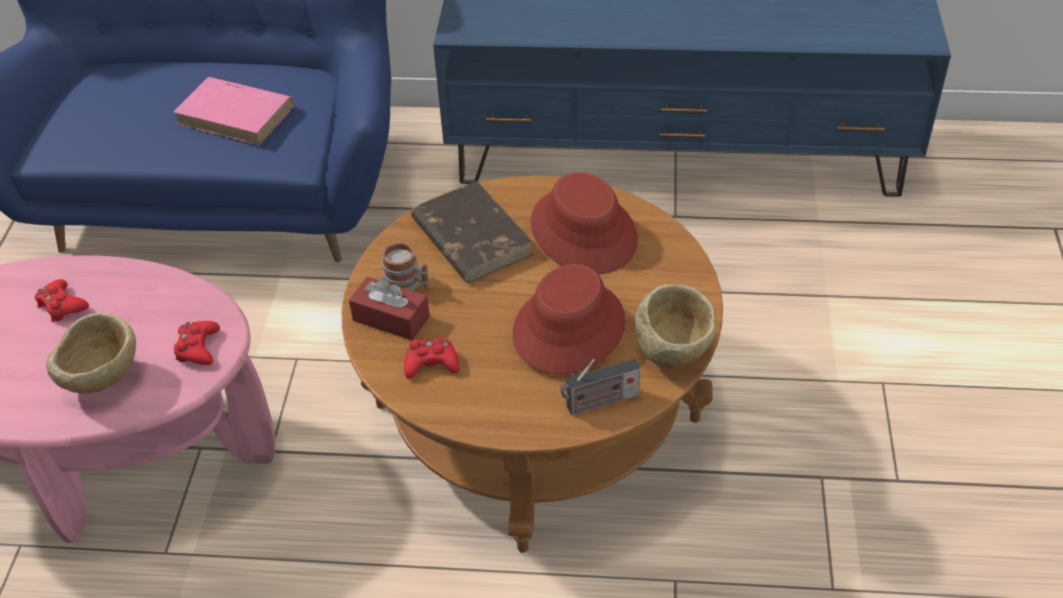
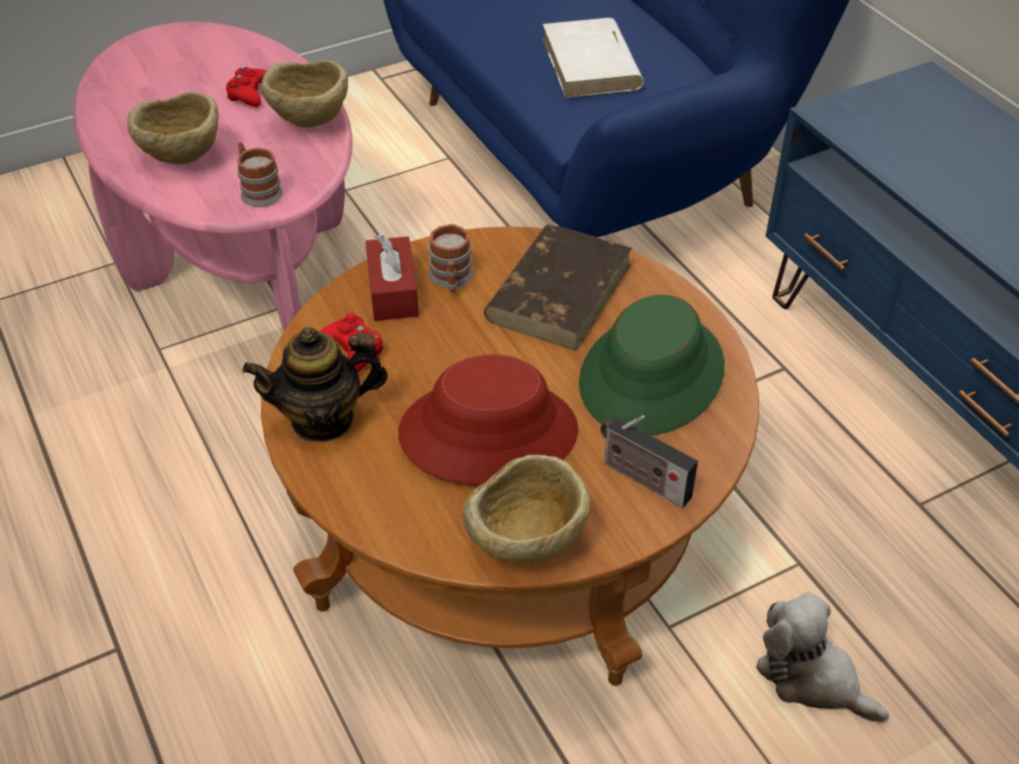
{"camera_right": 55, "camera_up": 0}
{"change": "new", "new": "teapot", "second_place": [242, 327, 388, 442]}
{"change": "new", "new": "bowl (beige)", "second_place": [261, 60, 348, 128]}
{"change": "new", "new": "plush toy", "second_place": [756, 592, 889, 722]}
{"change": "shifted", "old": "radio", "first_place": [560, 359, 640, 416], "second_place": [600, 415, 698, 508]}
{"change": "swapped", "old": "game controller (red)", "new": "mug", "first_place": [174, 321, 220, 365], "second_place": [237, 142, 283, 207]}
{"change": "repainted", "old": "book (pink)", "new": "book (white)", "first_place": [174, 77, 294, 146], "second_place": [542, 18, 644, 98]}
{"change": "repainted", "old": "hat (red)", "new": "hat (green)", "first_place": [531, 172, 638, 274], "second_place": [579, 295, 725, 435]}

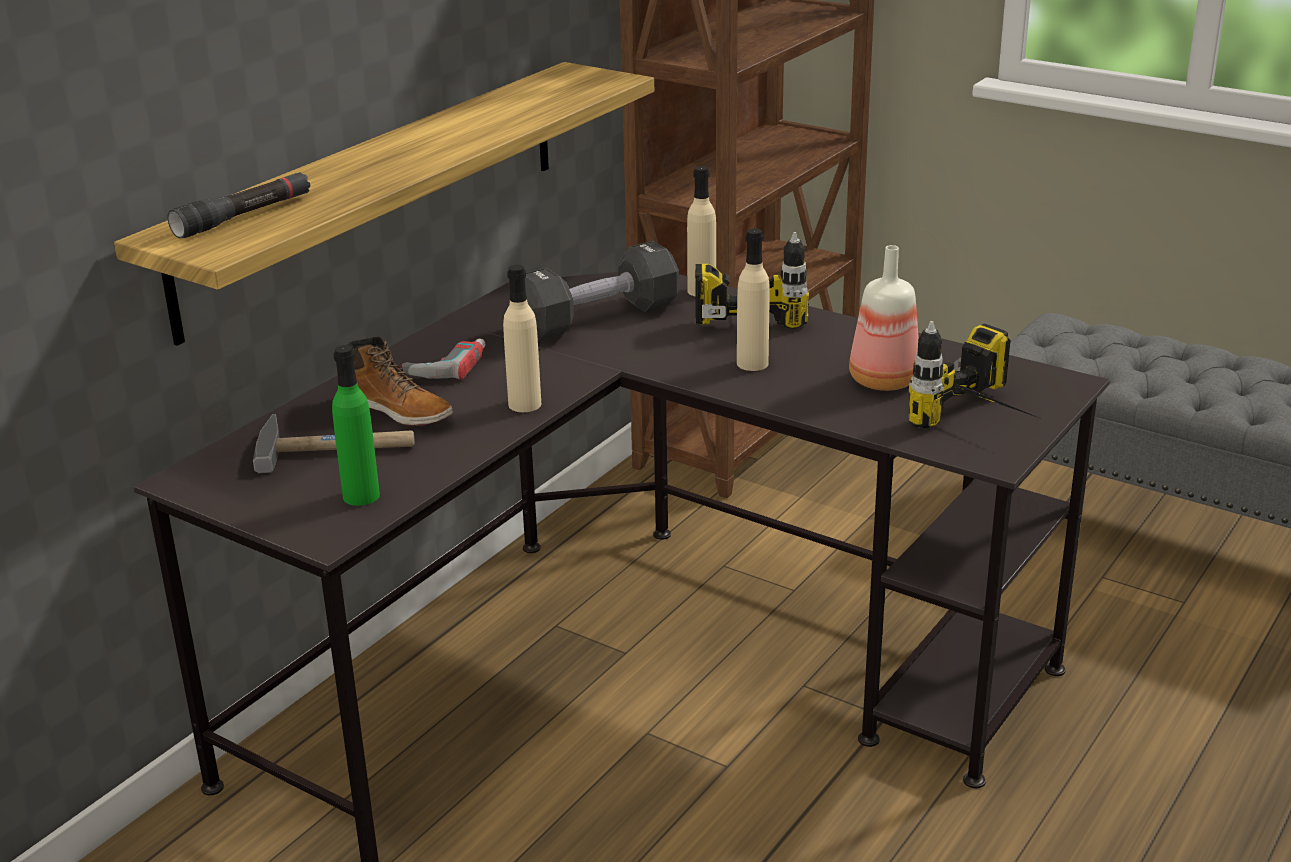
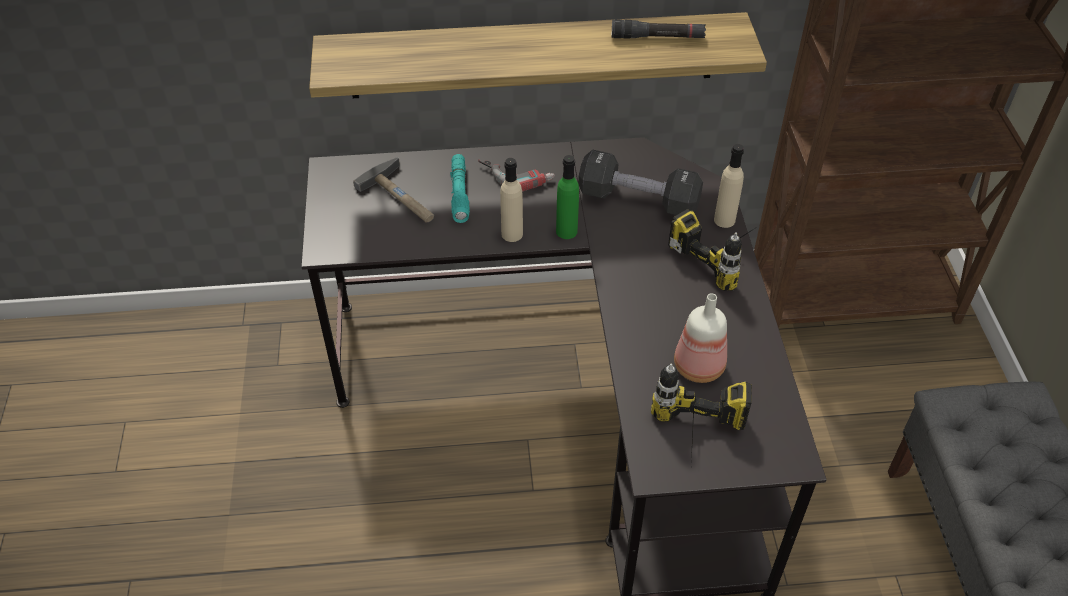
{"camera_right": 50, "camera_up": 20}
{"change": "gone", "old": "bottle (beige)", "first_place": [737, 228, 770, 371]}
{"change": "shifted", "old": "flashlight (black)", "first_place": [167, 172, 310, 239], "second_place": [612, 19, 706, 39]}
{"change": "shifted", "old": "bottle (green)", "first_place": [332, 345, 380, 506], "second_place": [556, 155, 579, 239]}
{"change": "swapped", "old": "boot", "new": "flashlight (turquoise)", "first_place": [347, 337, 453, 426], "second_place": [450, 154, 470, 223]}

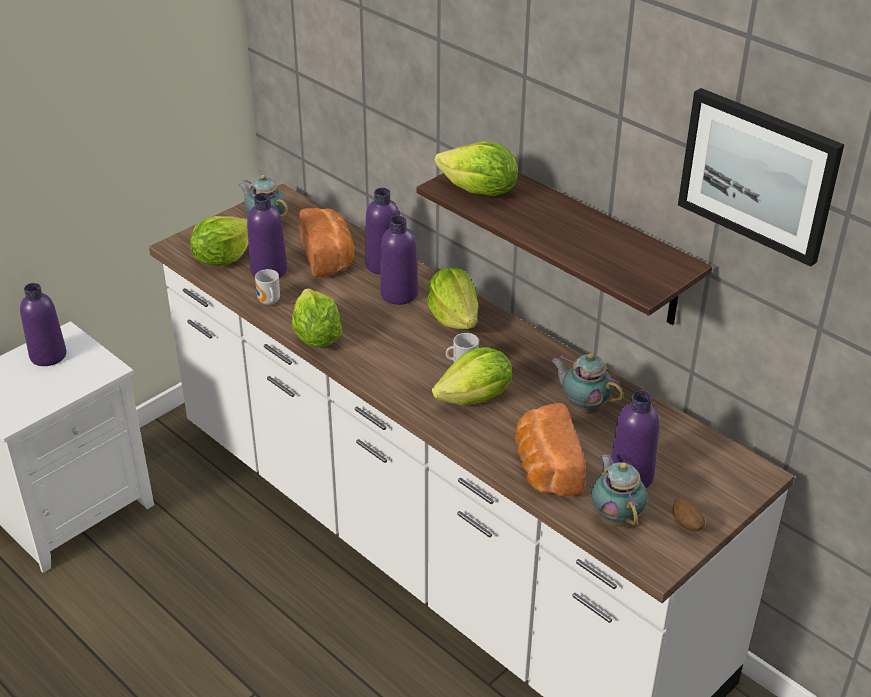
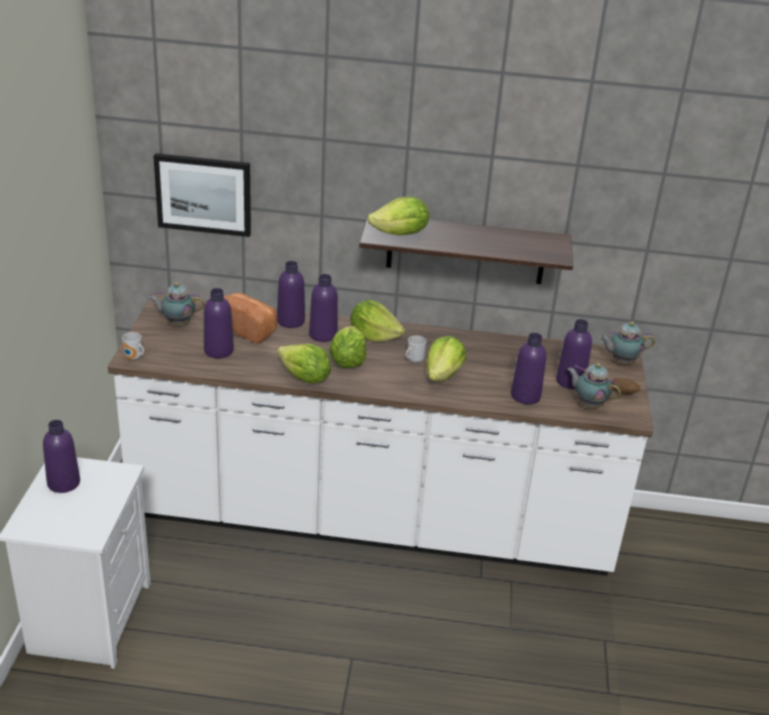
{"camera_right": -40, "camera_up": -5}
{"change": "shifted", "old": "lettuce", "first_place": [190, 216, 248, 266], "second_place": [329, 326, 367, 368]}
{"change": "shifted", "old": "mug", "first_place": [255, 269, 280, 305], "second_place": [122, 332, 144, 361]}
{"change": "shifted", "old": "teapot", "first_place": [551, 353, 624, 414], "second_place": [599, 321, 655, 364]}
{"change": "shifted", "old": "picture", "first_place": [678, 88, 844, 267], "second_place": [153, 153, 251, 237]}
{"change": "swapped", "old": "bread", "new": "bottle (purple)", "first_place": [515, 403, 586, 496], "second_place": [511, 333, 546, 404]}

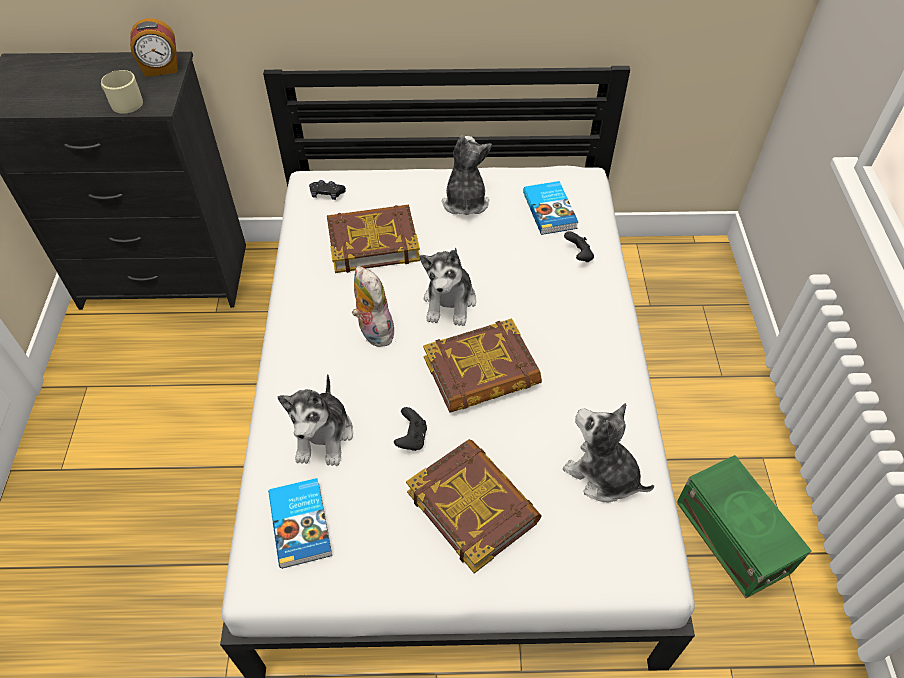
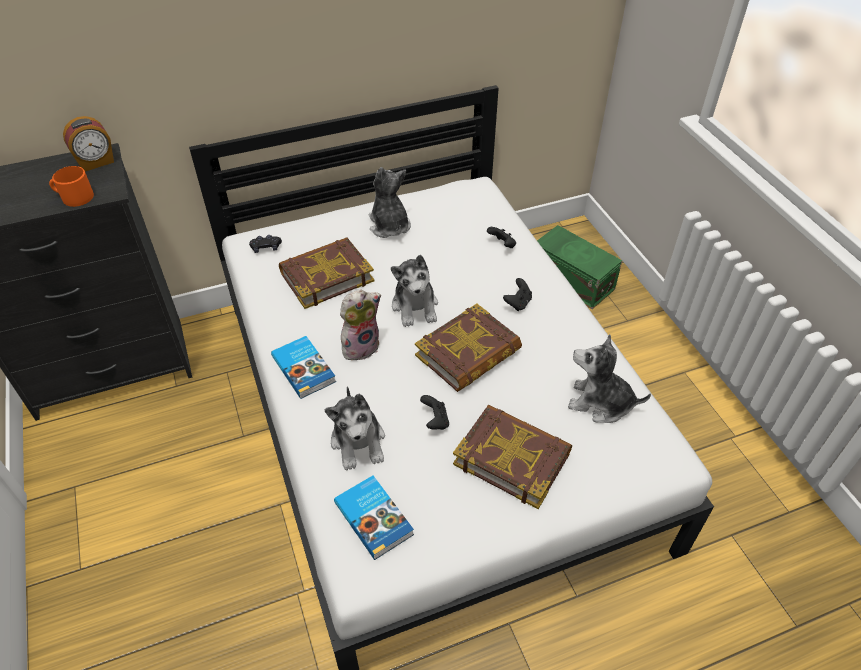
{"camera_right": -20, "camera_up": -5}
{"change": "new", "new": "game controller (black)", "second_place": [503, 278, 532, 311]}
{"change": "shifted", "old": "book", "first_place": [523, 181, 578, 235], "second_place": [271, 336, 336, 399]}
{"change": "shifted", "old": "storage box (green)", "first_place": [676, 455, 812, 598], "second_place": [537, 225, 622, 309]}
{"change": "repainted", "old": "mug (beige)", "new": "mug (orange)", "first_place": [101, 70, 143, 114], "second_place": [49, 166, 94, 207]}
{"change": "rotated", "old": "plush toy", "first_place": [352, 266, 394, 347], "second_place": [340, 289, 381, 360], "degrees": 105}

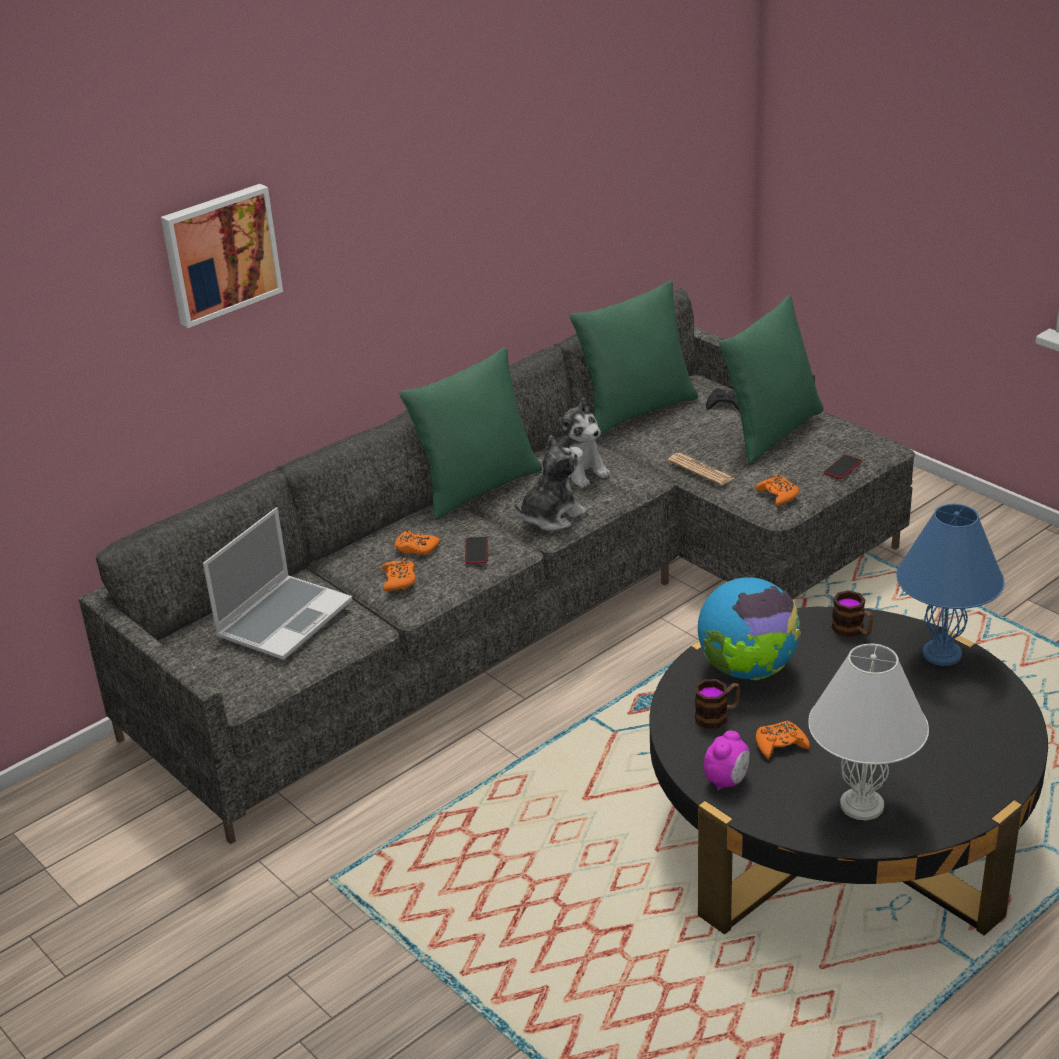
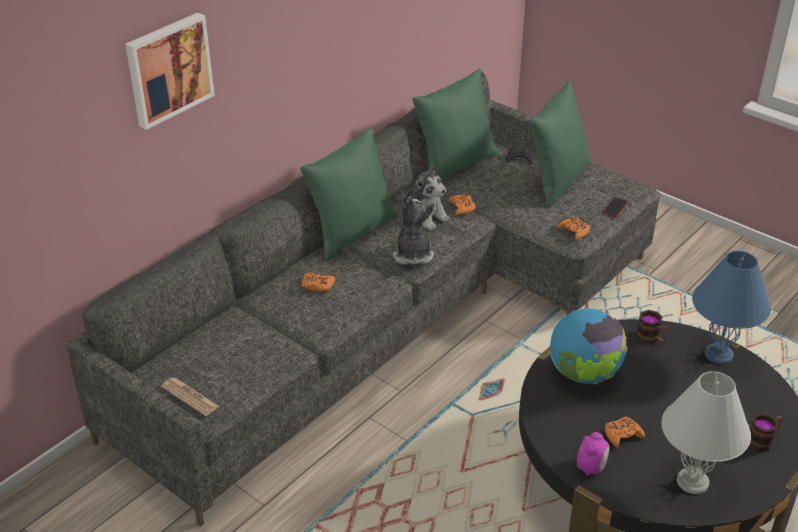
{"camera_right": -10, "camera_up": 5}
{"change": "gone", "old": "laptop", "first_place": [203, 507, 352, 660]}
{"change": "gone", "old": "phone", "first_place": [465, 537, 488, 564]}
{"change": "shifted", "old": "game controller (orange)", "first_place": [382, 558, 416, 591], "second_place": [448, 193, 476, 215]}
{"change": "shifted", "old": "newspaper", "first_place": [668, 453, 734, 486], "second_place": [161, 378, 219, 416]}
{"change": "shifted", "old": "mug", "first_place": [695, 679, 740, 729], "second_place": [749, 413, 782, 452]}
{"change": "rotated", "old": "plush toy", "first_place": [514, 435, 587, 531], "second_place": [393, 196, 435, 265], "degrees": -45}

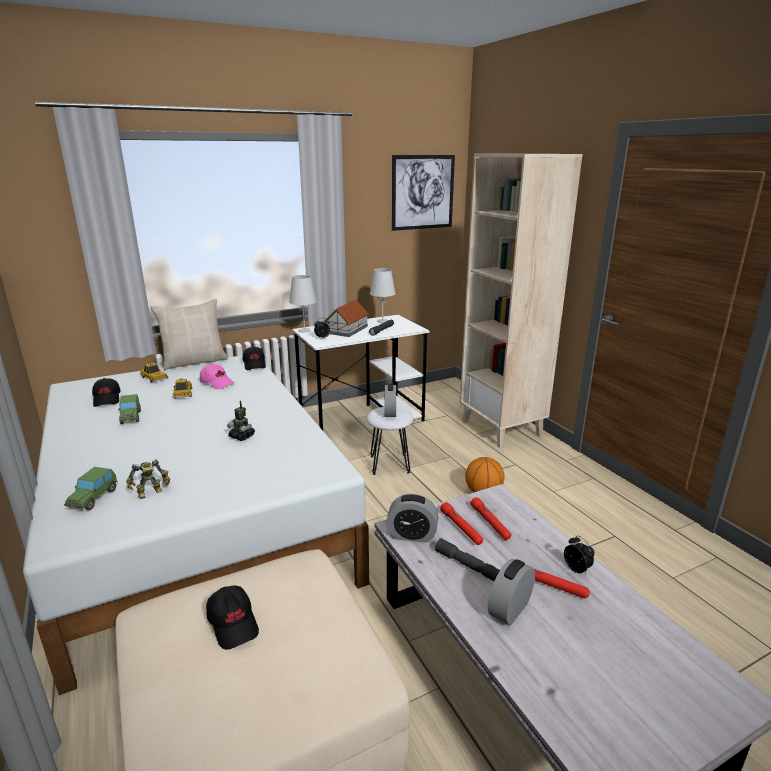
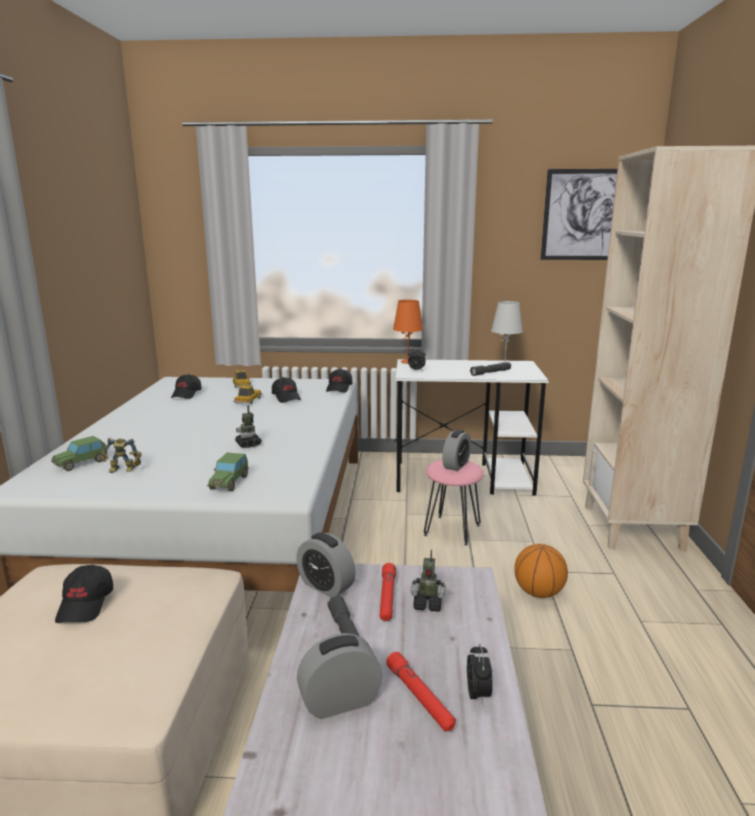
{"camera_right": 30, "camera_up": -5}
{"change": "gone", "old": "pillow (beige)", "first_place": [151, 299, 228, 370]}
{"change": "gone", "old": "toy house", "first_place": [325, 300, 369, 337]}
{"change": "shifted", "old": "toy car", "first_place": [118, 394, 141, 424], "second_place": [207, 453, 249, 491]}
{"change": "swapped", "old": "flashlight (red)", "new": "toy robot", "first_place": [470, 497, 511, 540], "second_place": [411, 549, 446, 612]}
{"change": "repainted", "old": "cap (pink)", "new": "cap (black)", "first_place": [200, 364, 234, 389], "second_place": [272, 377, 301, 403]}
{"change": "repainted", "old": "table lamp (white)", "new": "table lamp (orange)", "first_place": [289, 275, 317, 332], "second_place": [393, 300, 424, 364]}
{"change": "repainted", "old": "stool (white)", "new": "stool (pink)", "first_place": [367, 407, 413, 475], "second_place": [424, 460, 484, 546]}

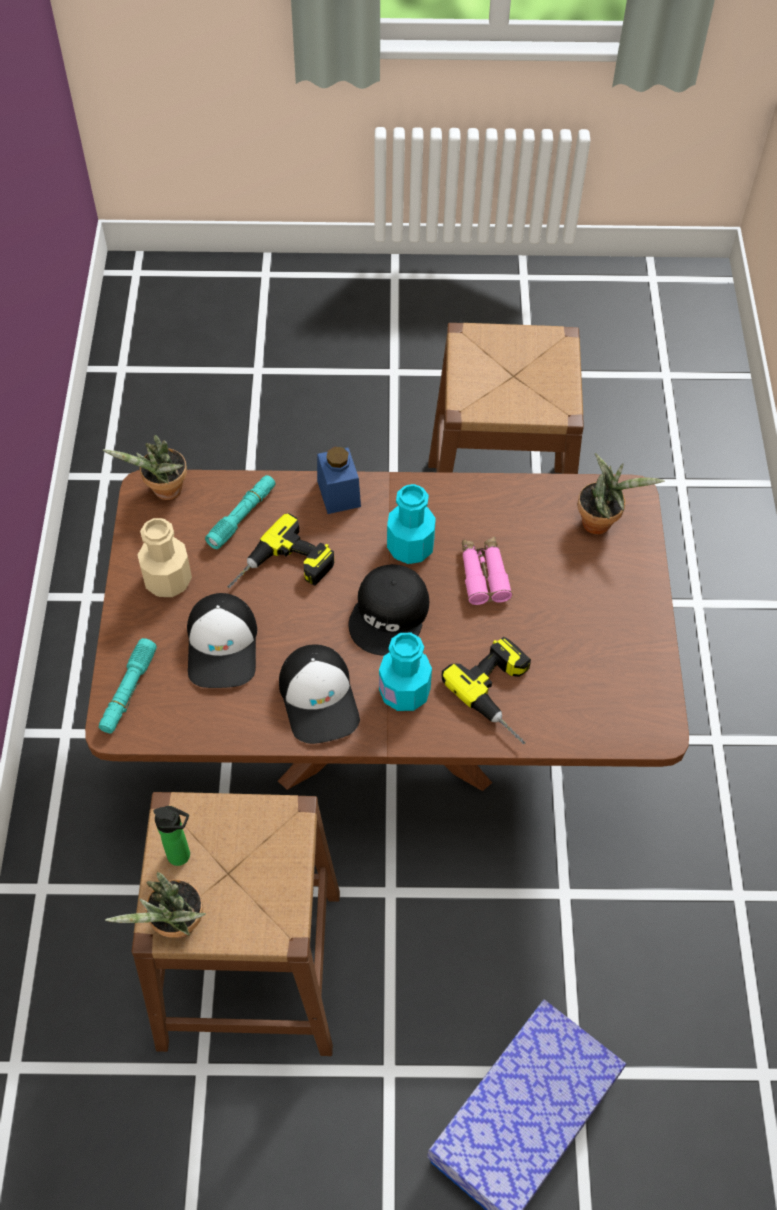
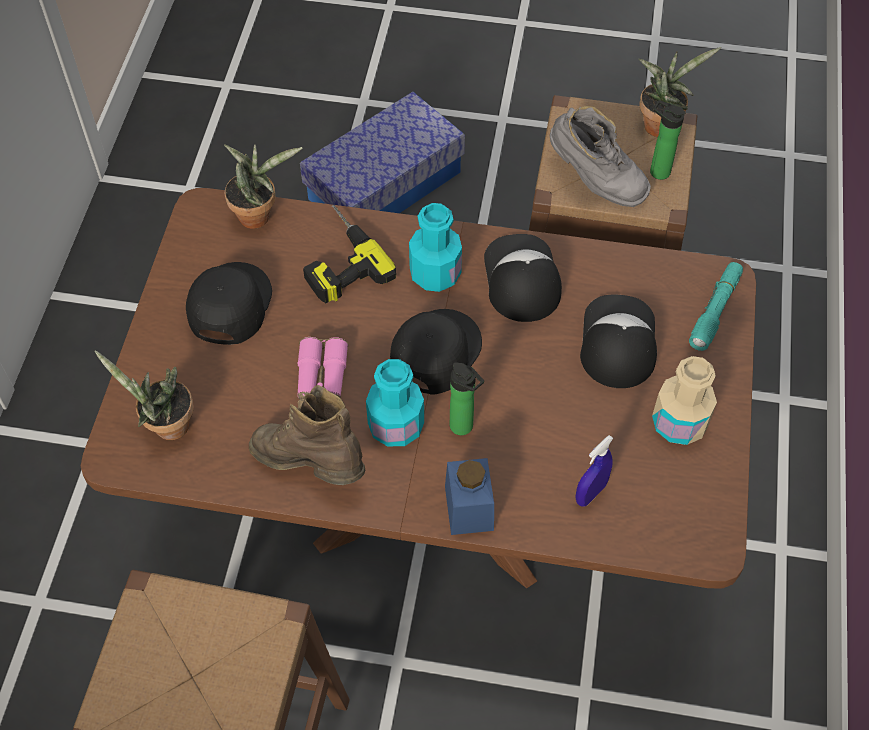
{"camera_right": -170, "camera_up": 0}
{"change": "gone", "old": "power drill", "first_place": [227, 513, 334, 588]}
{"change": "new", "new": "cap (black)", "second_place": [186, 262, 272, 345]}
{"change": "new", "new": "boot (brown)", "second_place": [249, 385, 365, 485]}
{"change": "new", "new": "bottle", "second_place": [450, 362, 484, 435]}
{"change": "new", "new": "boot (grey)", "second_place": [550, 106, 651, 207]}
{"change": "shifted", "old": "potted plant", "first_place": [102, 435, 187, 500], "second_place": [224, 144, 302, 229]}
{"change": "swapped", "old": "flashlight (turquoise)", "new": "spray bottle (blue)", "first_place": [205, 475, 276, 549], "second_place": [575, 435, 613, 507]}

